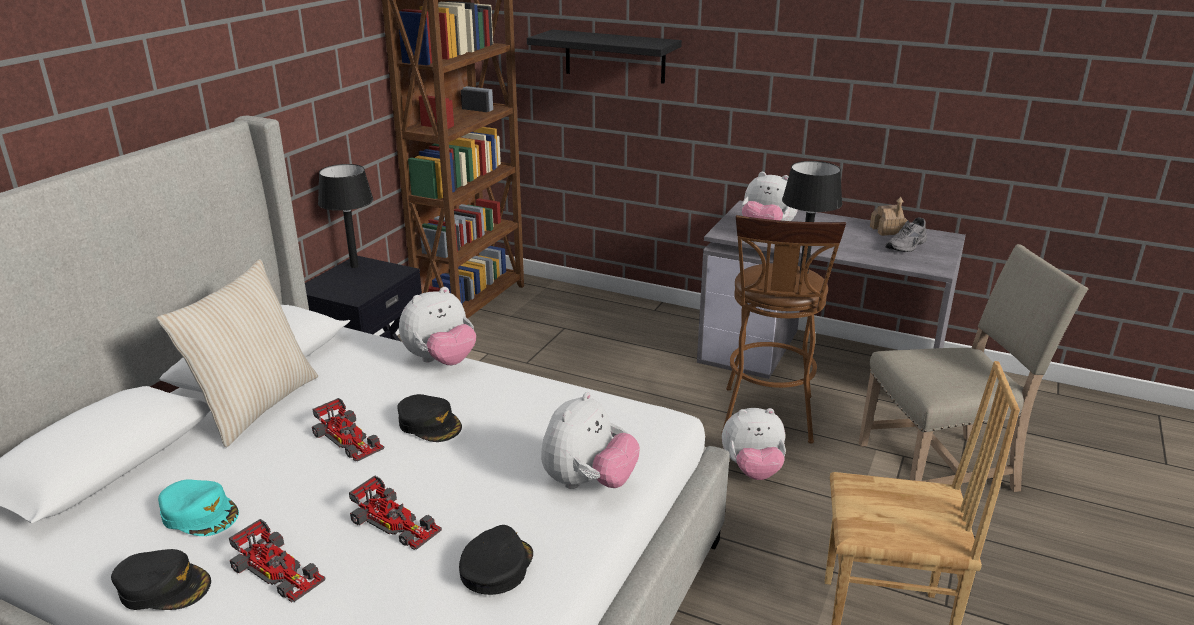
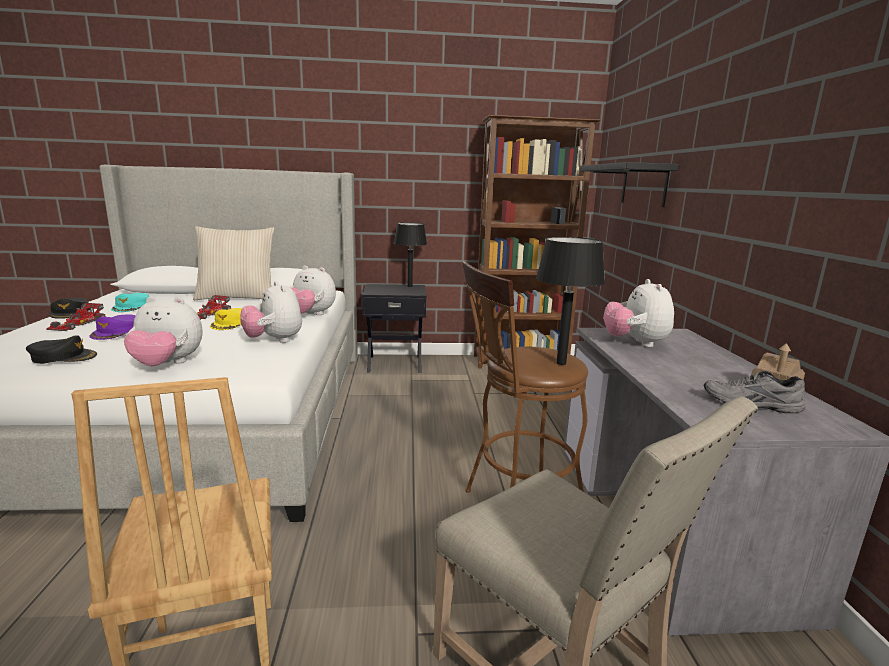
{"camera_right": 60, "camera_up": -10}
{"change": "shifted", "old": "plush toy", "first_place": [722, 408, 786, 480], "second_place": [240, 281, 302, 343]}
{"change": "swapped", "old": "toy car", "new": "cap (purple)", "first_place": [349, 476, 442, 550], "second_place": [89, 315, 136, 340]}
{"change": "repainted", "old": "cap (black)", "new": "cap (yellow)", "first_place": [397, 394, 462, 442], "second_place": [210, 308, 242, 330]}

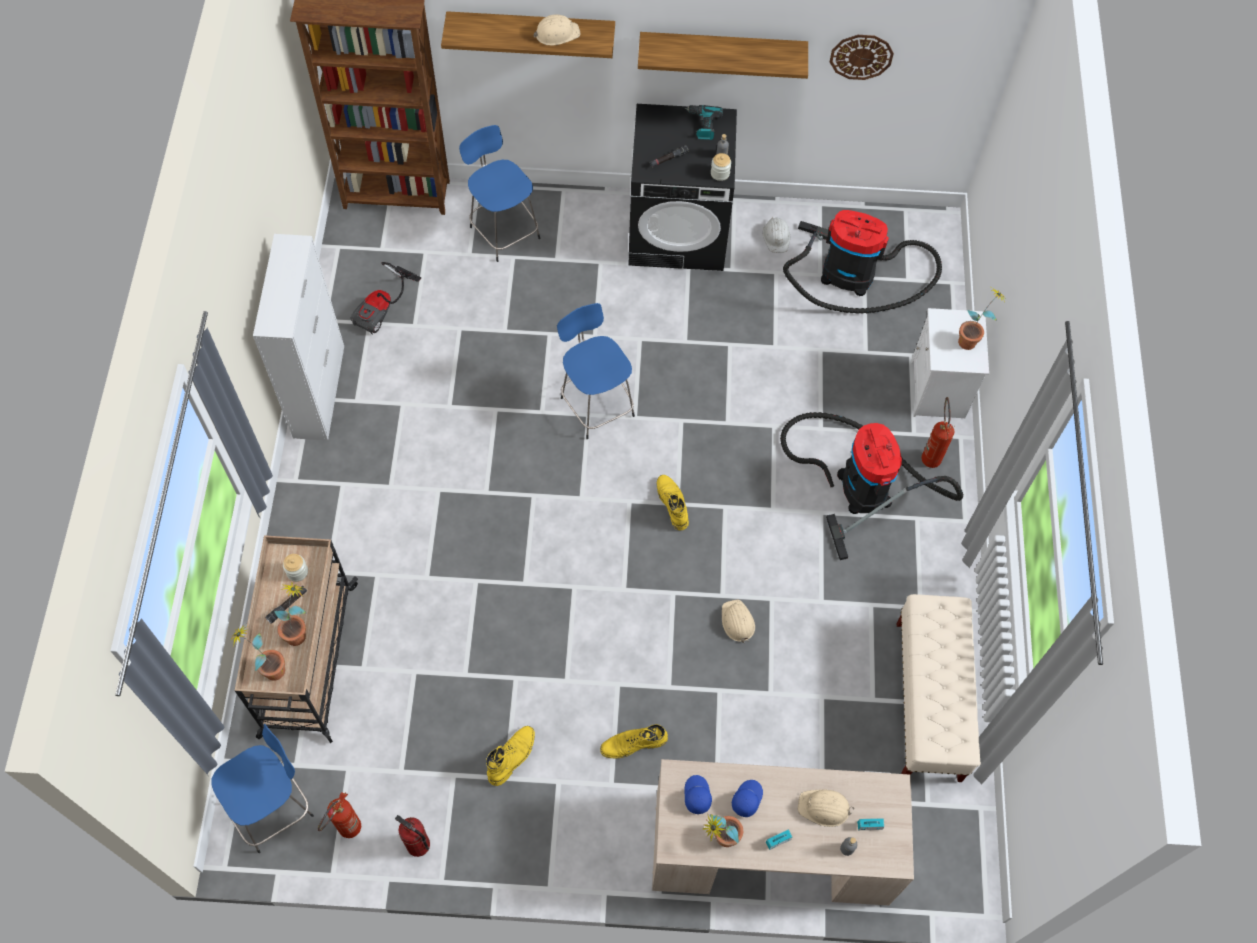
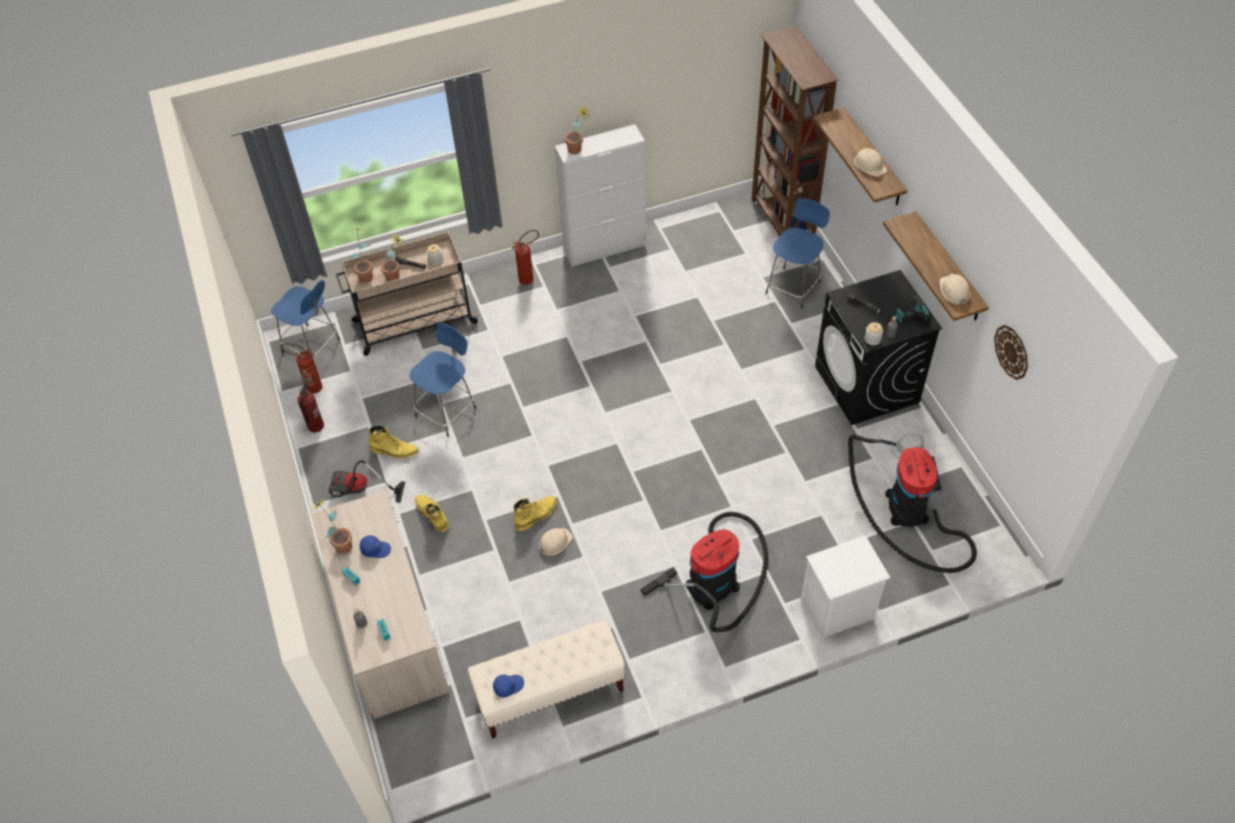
{"camera_right": 70, "camera_up": -10}
{"change": "shifted", "old": "vacuum cleaner", "first_place": [350, 262, 421, 335], "second_place": [329, 460, 405, 503]}
{"change": "shifted", "old": "stool (blue)", "first_place": [557, 303, 635, 439], "second_place": [409, 322, 476, 437]}
{"change": "shifted", "old": "boot (yellow)", "first_place": [656, 475, 689, 530], "second_place": [514, 496, 557, 531]}
{"change": "shifted", "old": "cap (blue)", "first_place": [684, 775, 712, 814], "second_place": [493, 675, 524, 698]}
{"change": "shifted", "old": "hard hat (beige)", "first_place": [798, 790, 854, 827], "second_place": [940, 273, 970, 305]}
{"change": "shifted", "old": "fire extinguisher", "first_place": [921, 397, 954, 468], "second_place": [512, 230, 539, 285]}
{"change": "shifted", "old": "potted plant", "first_place": [958, 288, 1006, 350], "second_place": [565, 105, 591, 154]}

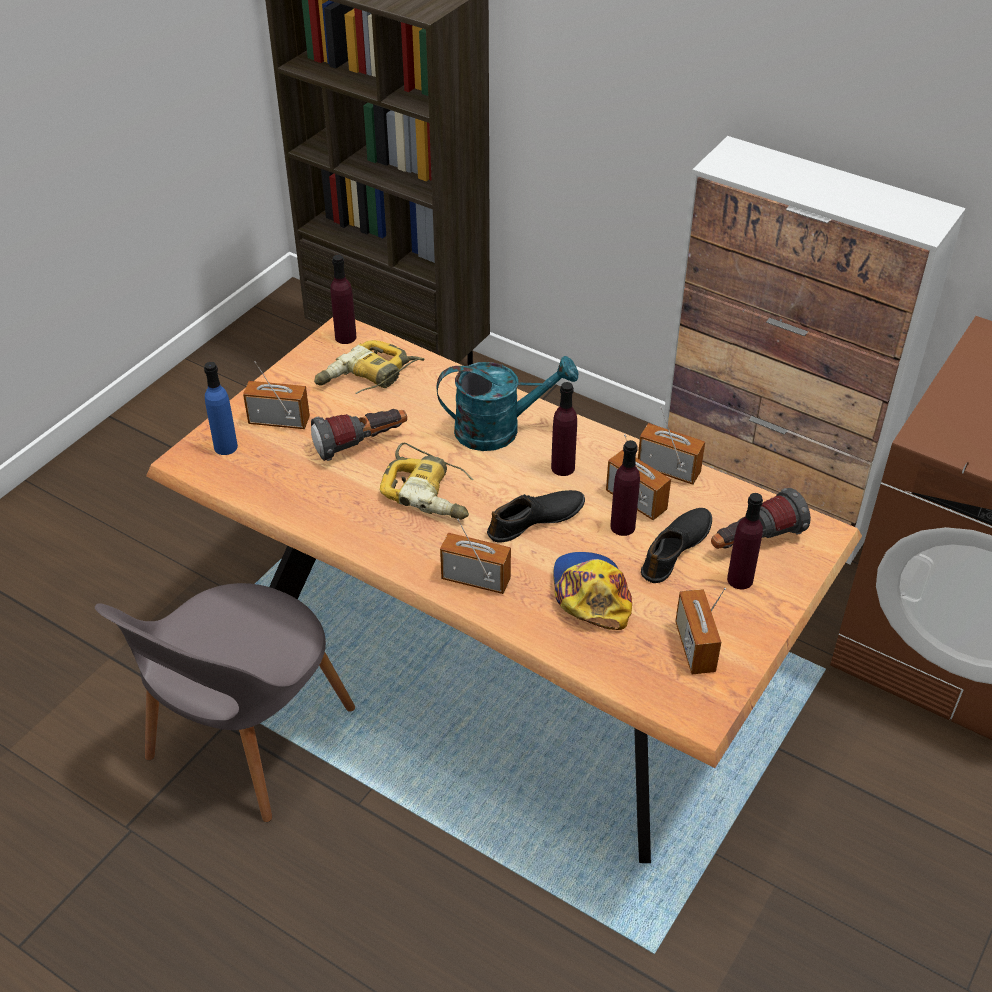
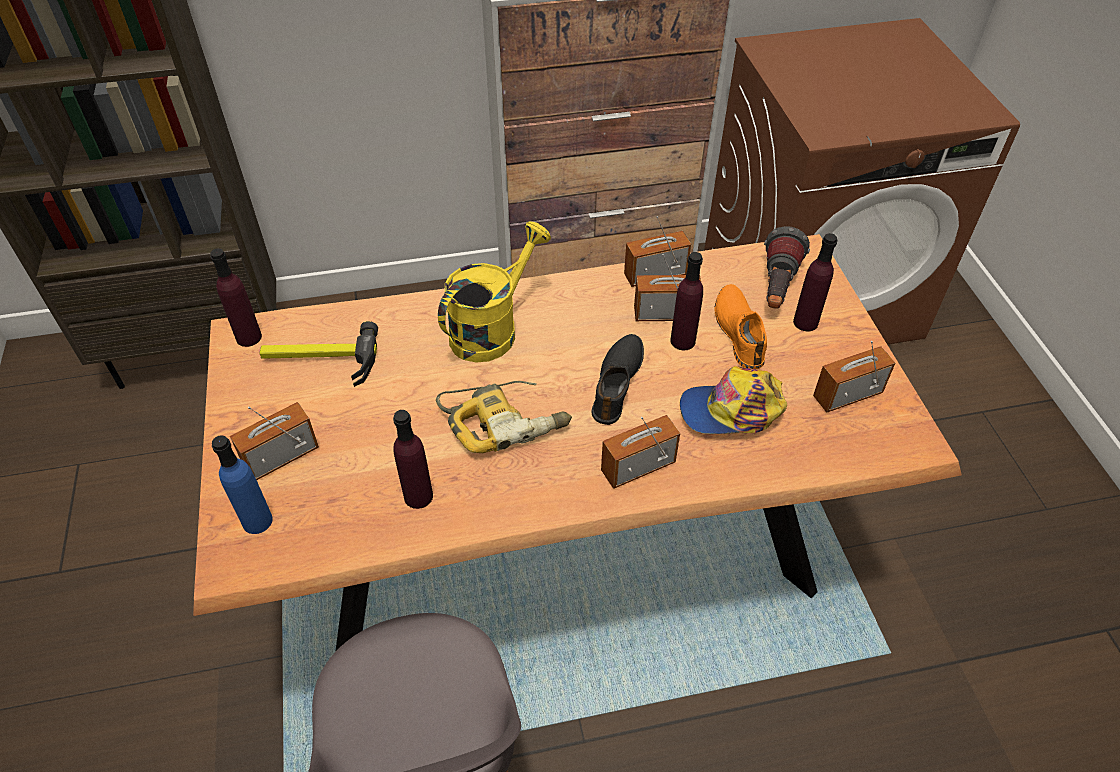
{"camera_right": -45, "camera_up": 5}
{"change": "gone", "old": "flashlight", "first_place": [311, 409, 407, 461]}
{"change": "shifted", "old": "bottle (purple)", "first_place": [551, 382, 577, 476], "second_place": [393, 410, 433, 509]}
{"change": "swapped", "old": "power drill", "new": "hammer", "first_place": [314, 340, 424, 394], "second_place": [259, 321, 378, 387]}
{"change": "repainted", "old": "watering can (turquoise)", "new": "watering can (yellow)", "first_place": [437, 356, 578, 451], "second_place": [438, 221, 551, 363]}
{"change": "repainted", "old": "shoe (black)", "new": "shoe (orange)", "first_place": [641, 508, 712, 583], "second_place": [714, 284, 767, 369]}
{"change": "rotated", "old": "cap", "first_place": [553, 552, 632, 630], "second_place": [680, 366, 787, 434], "degrees": -45}
{"change": "rotated", "old": "radio", "first_place": [675, 588, 726, 674], "second_place": [813, 341, 895, 412], "degrees": 120}

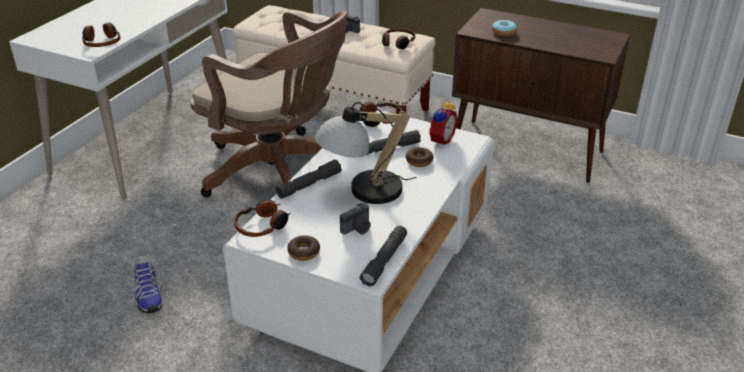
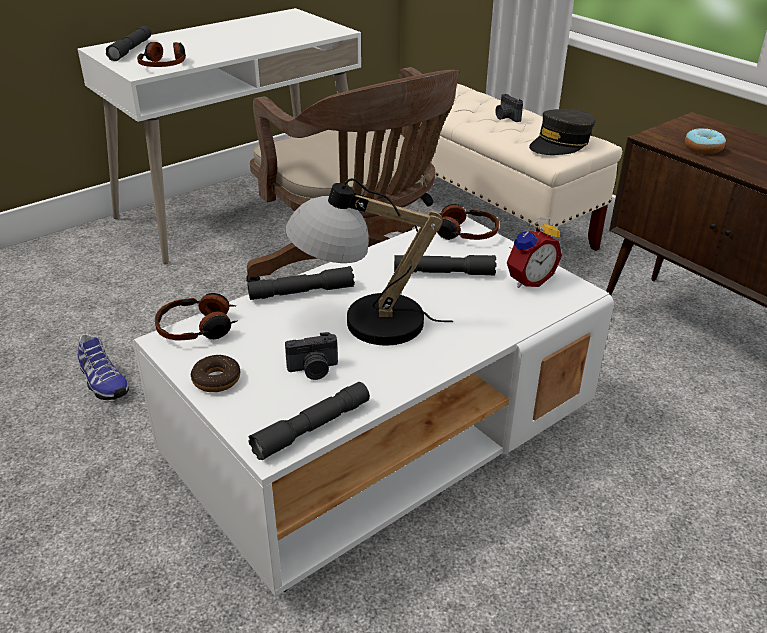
{"camera_right": 25, "camera_up": 0}
{"change": "gone", "old": "donut", "first_place": [406, 147, 433, 167]}
{"change": "new", "new": "flashlight (grey)", "second_place": [106, 26, 152, 61]}
{"change": "swapped", "old": "headphones", "new": "cap (grey)", "first_place": [382, 28, 415, 49], "second_place": [529, 109, 596, 155]}
{"change": "rotated", "old": "shoe", "first_place": [134, 256, 162, 314], "second_place": [78, 334, 129, 400], "degrees": -45}

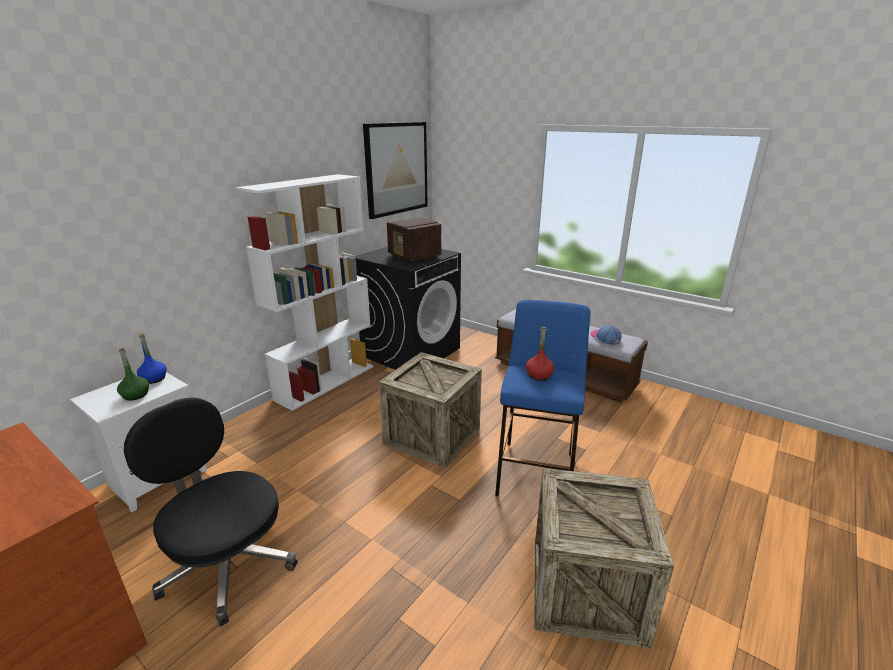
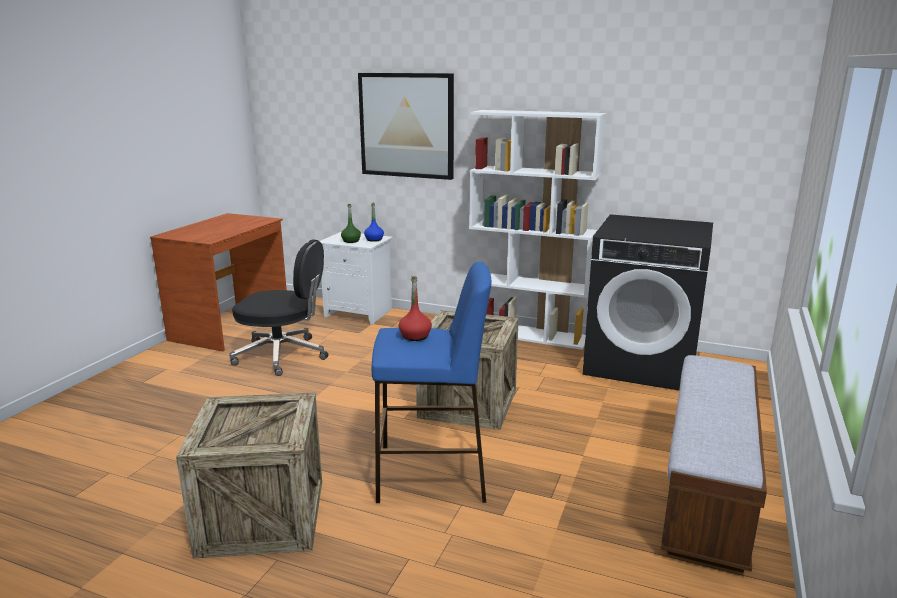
{"camera_right": 75, "camera_up": -5}
{"change": "gone", "old": "radio", "first_place": [387, 218, 441, 262]}
{"change": "gone", "old": "cap", "first_place": [591, 325, 622, 345]}
{"change": "shifted", "old": "picture", "first_place": [363, 122, 428, 219], "second_place": [358, 73, 454, 180]}
{"change": "rotated", "old": "office chair (black)", "first_place": [124, 397, 298, 627], "second_place": [229, 239, 329, 376], "degrees": 75}

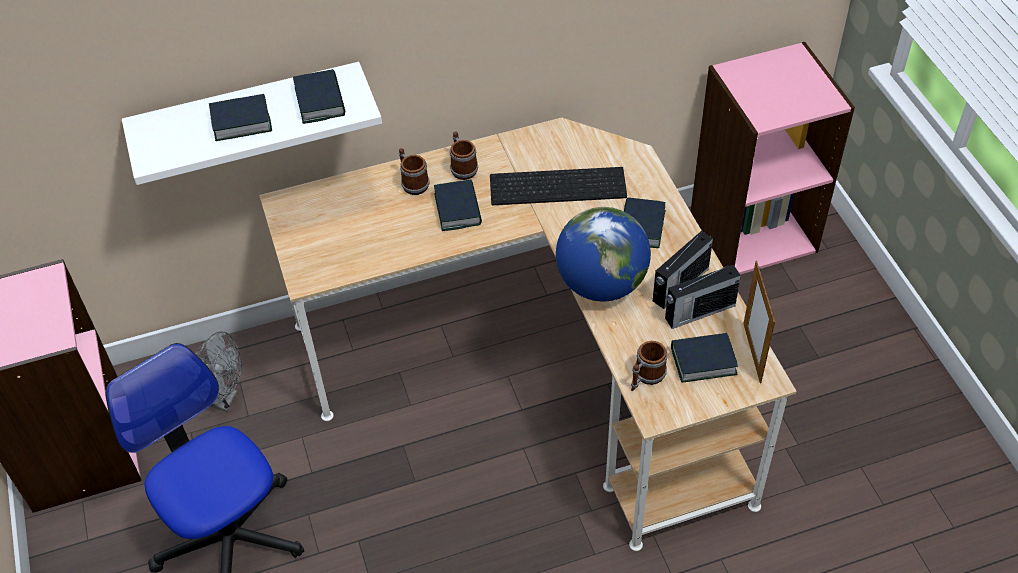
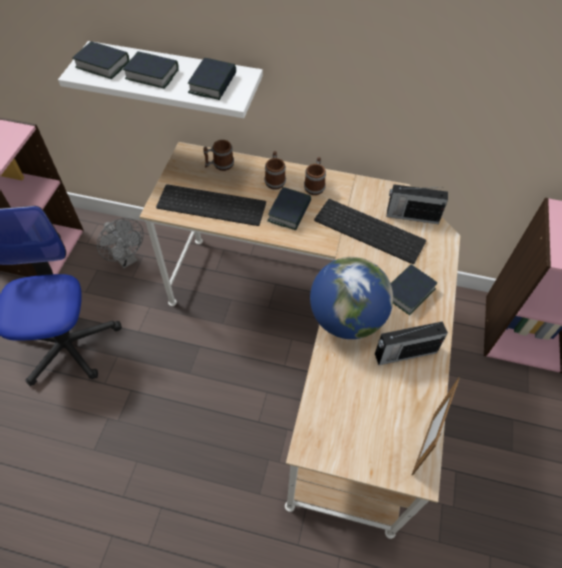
{"camera_right": 30, "camera_up": 5}
{"change": "new", "new": "keyboard", "second_place": [156, 184, 266, 226]}
{"change": "shifted", "old": "mug", "first_place": [631, 341, 668, 391], "second_place": [203, 140, 234, 171]}
{"change": "shifted", "old": "radio", "first_place": [665, 264, 741, 329], "second_place": [387, 184, 448, 224]}
{"change": "shifted", "old": "book", "first_place": [671, 333, 738, 382], "second_place": [72, 41, 129, 79]}

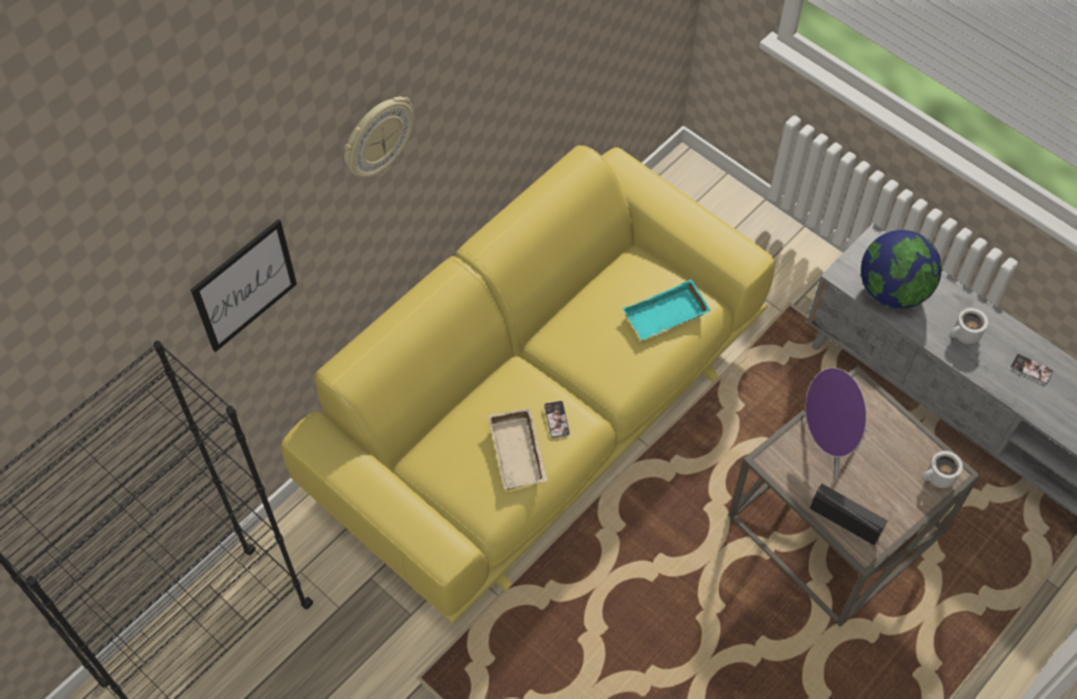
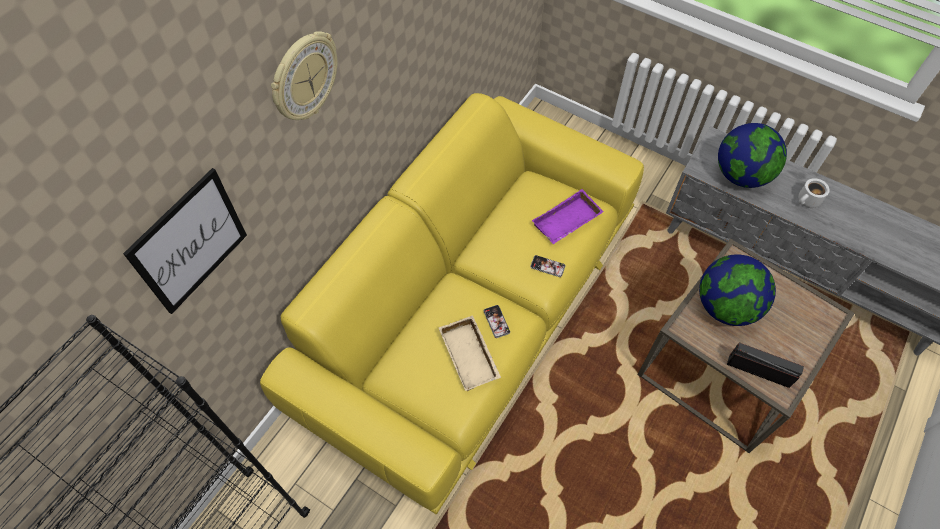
{"camera_right": -10, "camera_up": 0}
{"change": "gone", "old": "mug (white)", "first_place": [922, 451, 963, 488]}
{"change": "shifted", "old": "phone", "first_place": [1010, 354, 1053, 384], "second_place": [530, 255, 566, 277]}
{"change": "swapped", "old": "speaker (purple)", "new": "globe", "first_place": [803, 368, 868, 479], "second_place": [699, 254, 776, 326]}
{"change": "repainted", "old": "tray (turquoise)", "new": "tray (purple)", "first_place": [622, 279, 711, 340], "second_place": [532, 189, 604, 244]}

